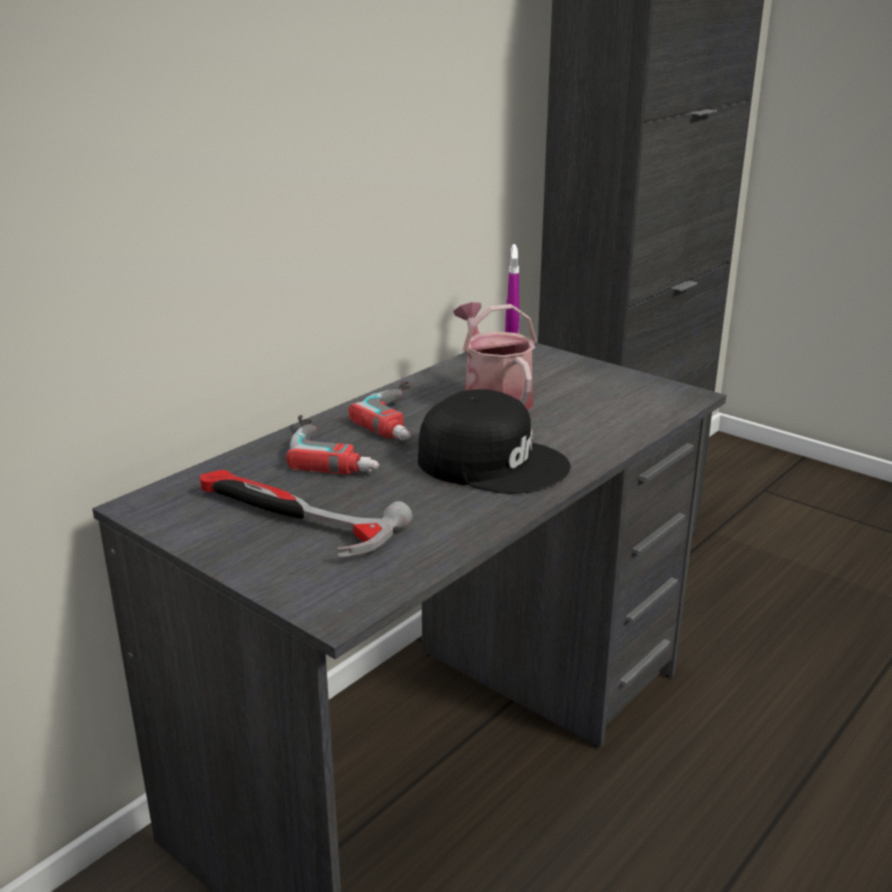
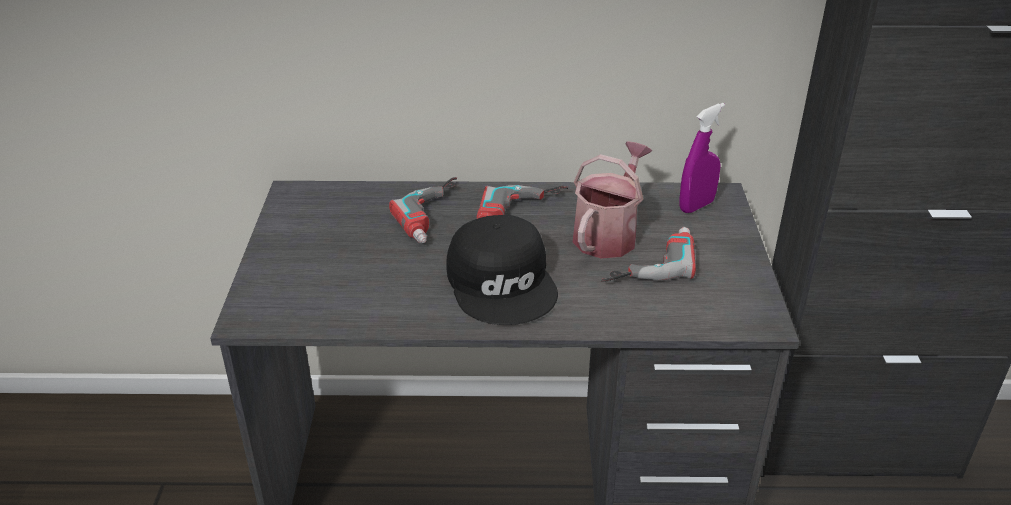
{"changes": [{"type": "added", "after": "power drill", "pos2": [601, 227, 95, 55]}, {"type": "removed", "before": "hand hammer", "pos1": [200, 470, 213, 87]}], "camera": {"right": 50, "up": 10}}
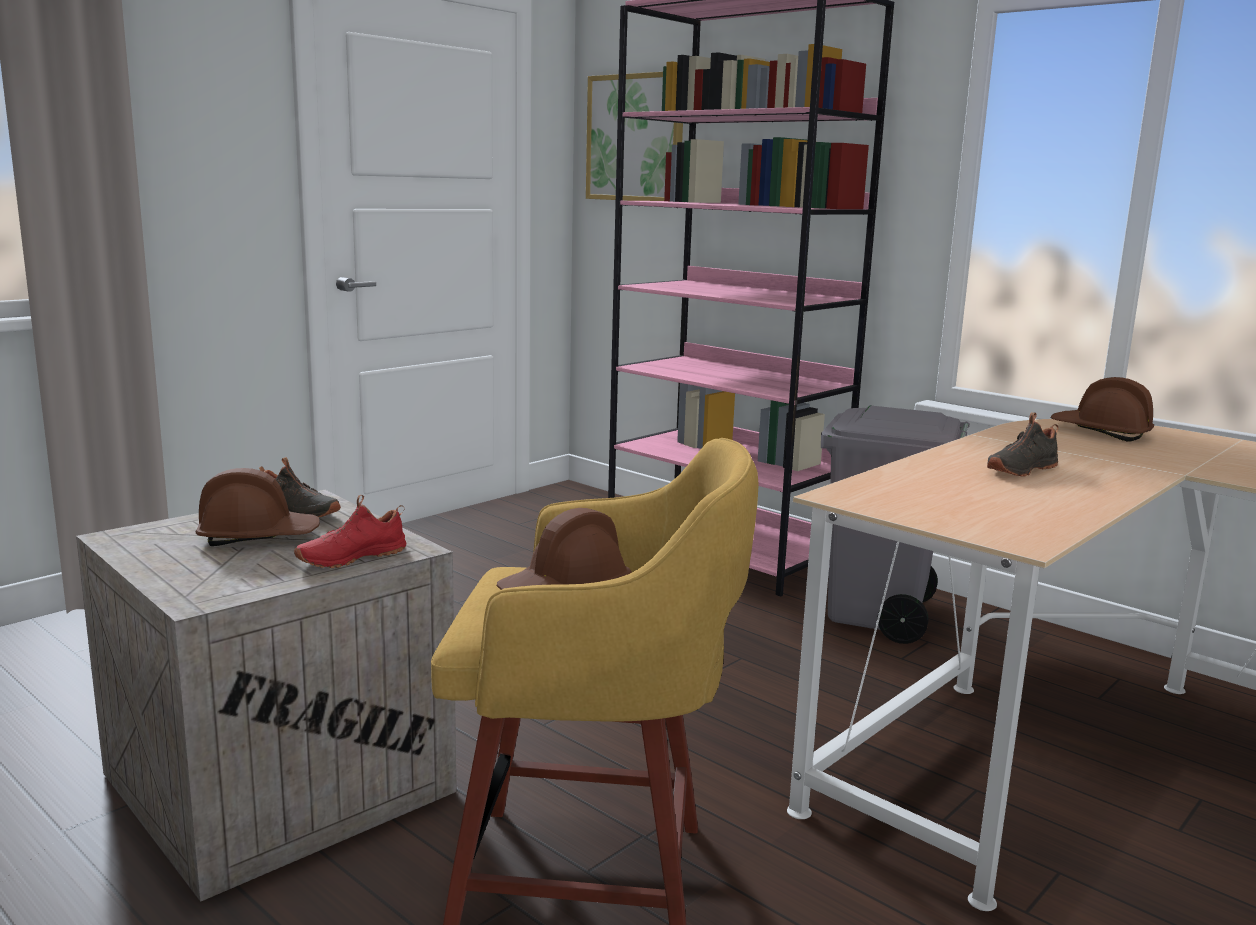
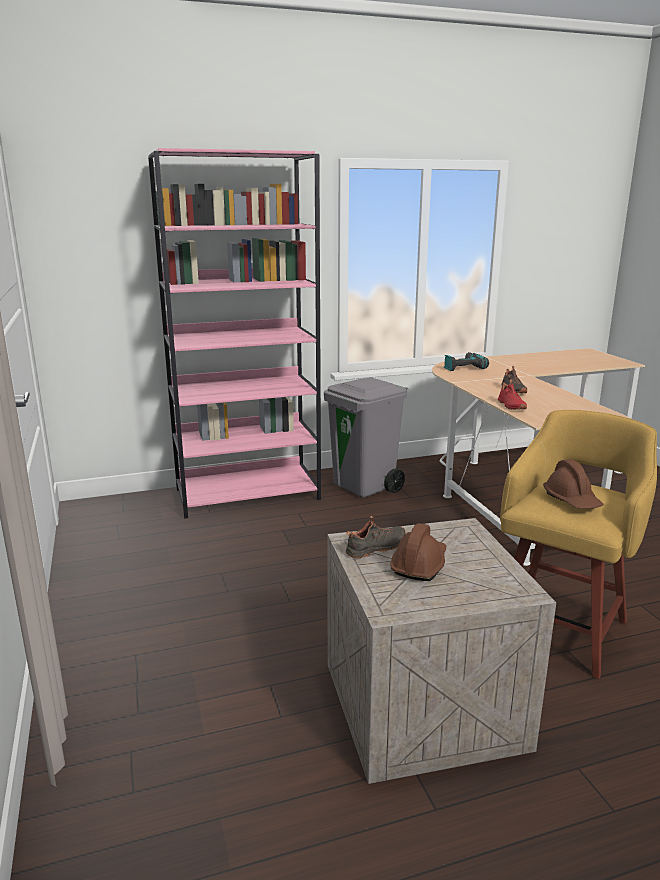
{"changes": [{"type": "replaced", "before": "safety helmet (brown-coloured)", "after": "power drill", "pos1": [1051, 377, 103, 65], "pos2": [444, 352, 45, 19]}, {"type": "moved", "before": "item of footwear (reddish)", "pos1": [294, 494, 112, 74], "pos2": [498, 380, 29, 30]}, {"type": "removed", "before": "wall art", "pos1": [586, 72, 97, 129]}], "camera": {"right": -60, "up": 5}}
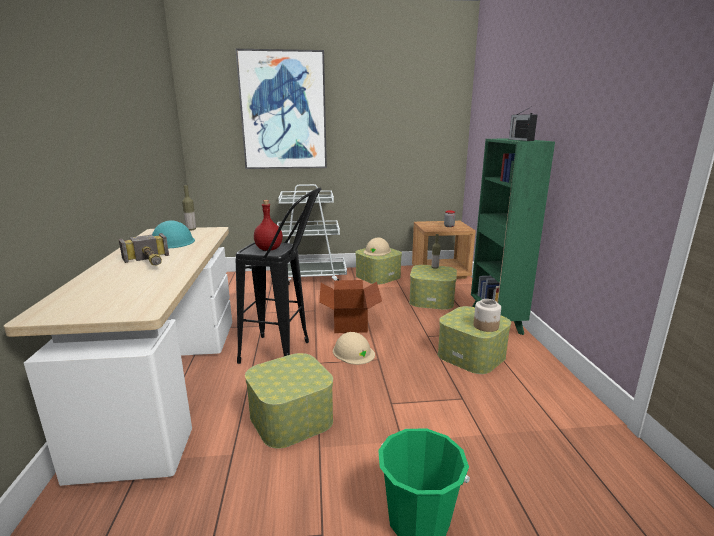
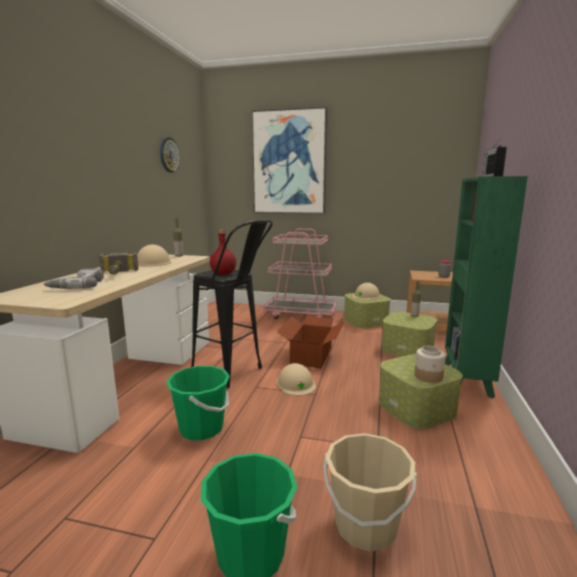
{"changes": [{"type": "added", "after": "power drill", "pos2": [44, 268, 60, 21]}, {"type": "recoloured", "before": "safety helmet (turquoise)", "after": "safety helmet (beige-coloured)", "pos1": [152, 221, 43, 28], "pos2": [137, 245, 35, 22]}, {"type": "added", "after": "clock on the wall", "pos2": [160, 137, 20, 36]}, {"type": "replaced", "before": "storage container", "after": "bucket (greenish)", "pos1": [245, 353, 88, 96], "pos2": [166, 366, 64, 74]}, {"type": "recoloured", "before": "trolley (white-coloured)", "after": "trolley (pinkish)", "pos1": [277, 184, 70, 101], "pos2": [263, 229, 74, 90]}, {"type": "added", "after": "bucket (beige-coloured)", "pos2": [323, 433, 94, 119]}], "camera": {"right": 20, "up": -5}}
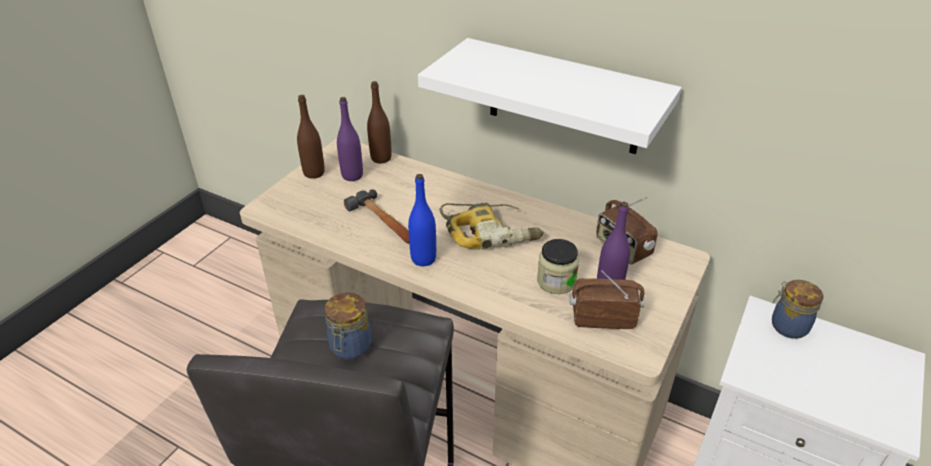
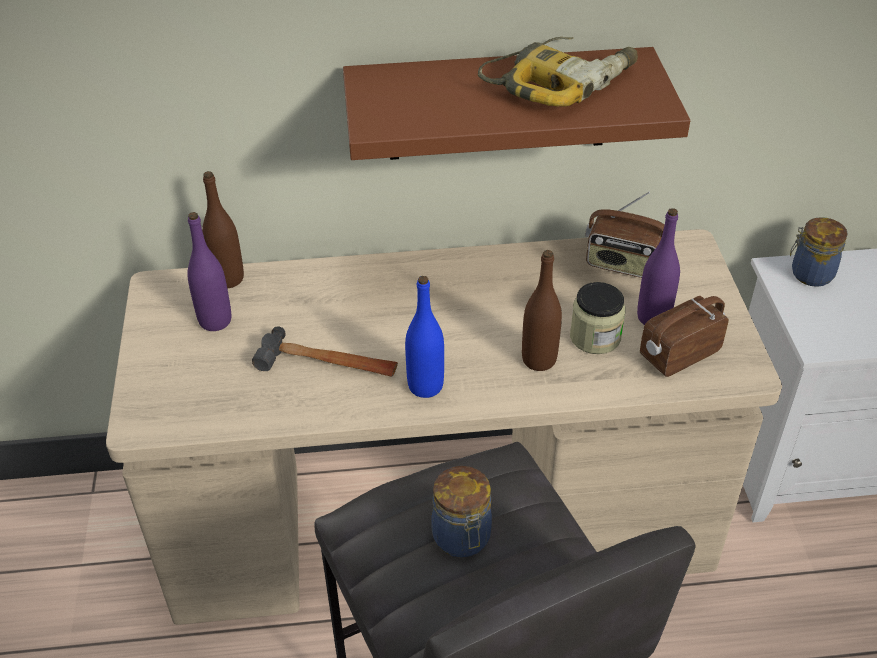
{"changes": [{"type": "recoloured", "before": "bracket shelf (white-coloured)", "after": "bracket shelf (brown-coloured)", "pos1": [418, 38, 264, 116], "pos2": [343, 47, 347, 113]}, {"type": "moved", "before": "power drill", "pos1": [439, 203, 105, 46], "pos2": [478, 37, 160, 70]}, {"type": "moved", "before": "beverage bottle (brown-coloured)", "pos1": [297, 95, 28, 84], "pos2": [522, 250, 40, 121]}], "camera": {"right": -35, "up": 5}}
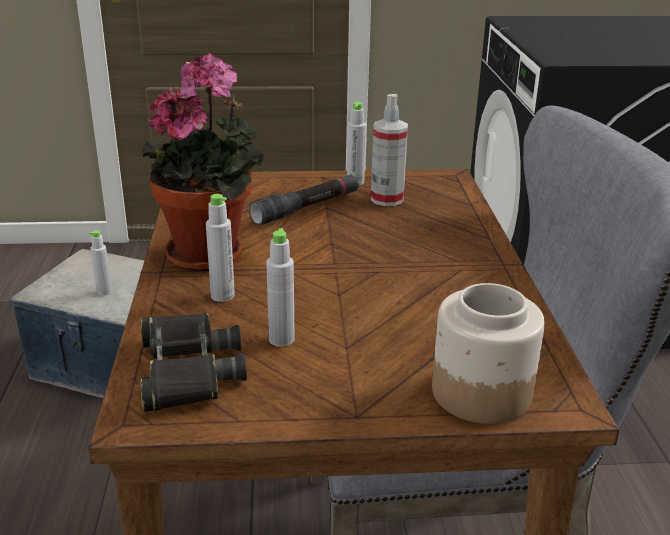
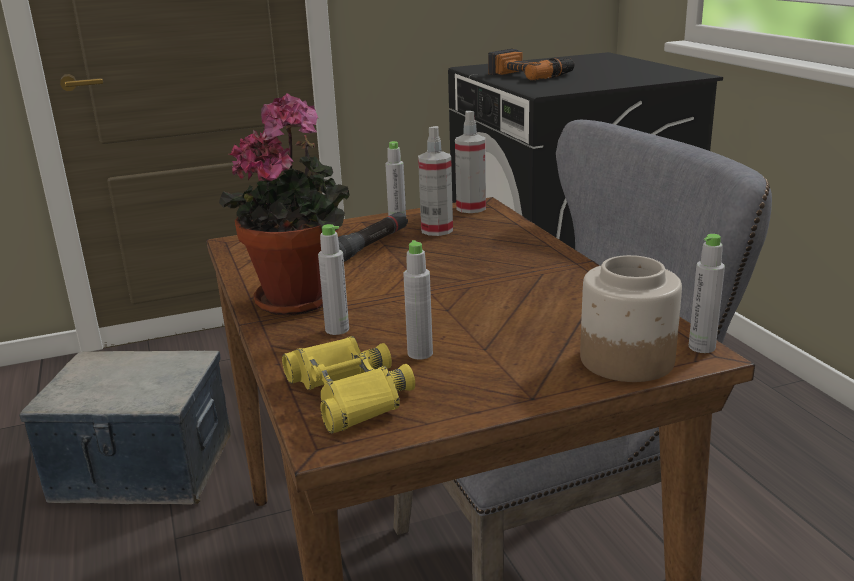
{"changes": [{"type": "recoloured", "before": "pair of binoculars (blackish)", "after": "pair of binoculars (yellowish)", "pos1": [141, 312, 106, 100], "pos2": [282, 336, 133, 98]}, {"type": "added", "after": "sprayer", "pos2": [455, 111, 31, 102]}, {"type": "added", "after": "power drill", "pos2": [488, 49, 87, 32]}, {"type": "moved", "before": "beverage bottle (gray)", "pos1": [89, 230, 23, 66], "pos2": [689, 234, 36, 119]}], "camera": {"right": -15, "up": -5}}
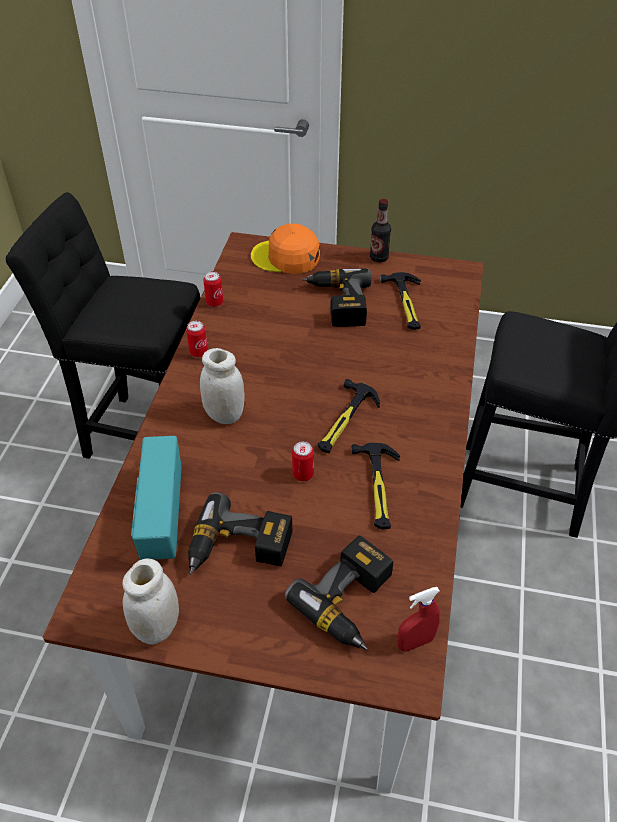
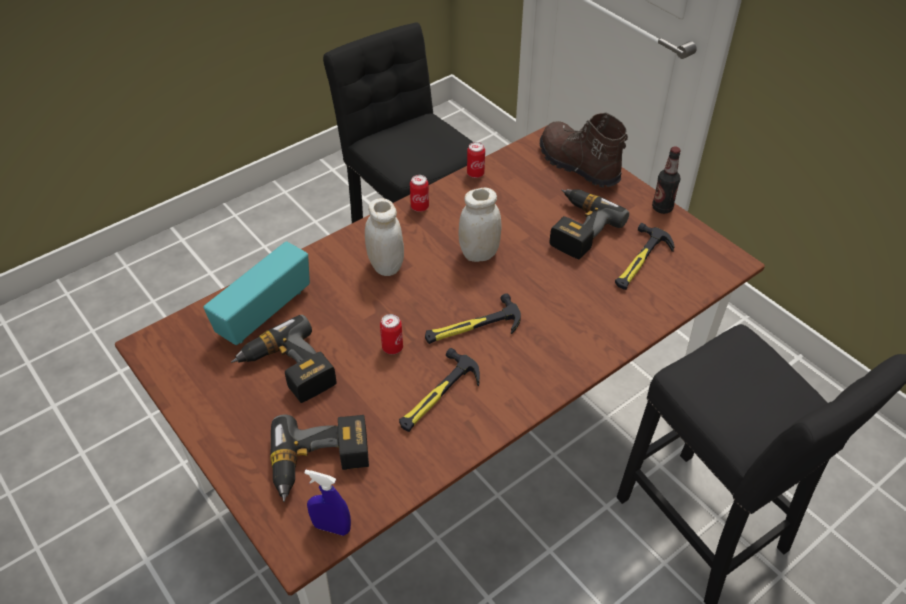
{"changes": [{"type": "recoloured", "before": "sprayer (reddish)", "after": "sprayer (blue)", "pos1": [397, 587, 43, 65], "pos2": [304, 470, 47, 66]}, {"type": "moved", "before": "jar (white-coloured)", "pos1": [123, 558, 56, 87], "pos2": [459, 188, 42, 74]}, {"type": "replaced", "before": "cap (orange)", "after": "high-top boot (brown-coloured)", "pos1": [251, 224, 69, 50], "pos2": [540, 112, 88, 76]}], "camera": {"right": 40, "up": 0}}
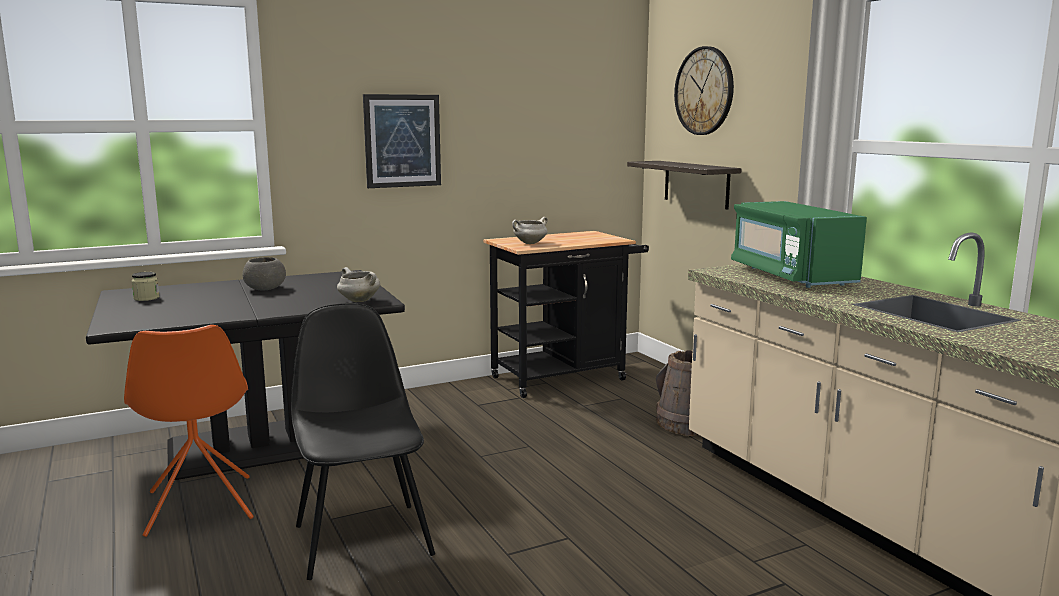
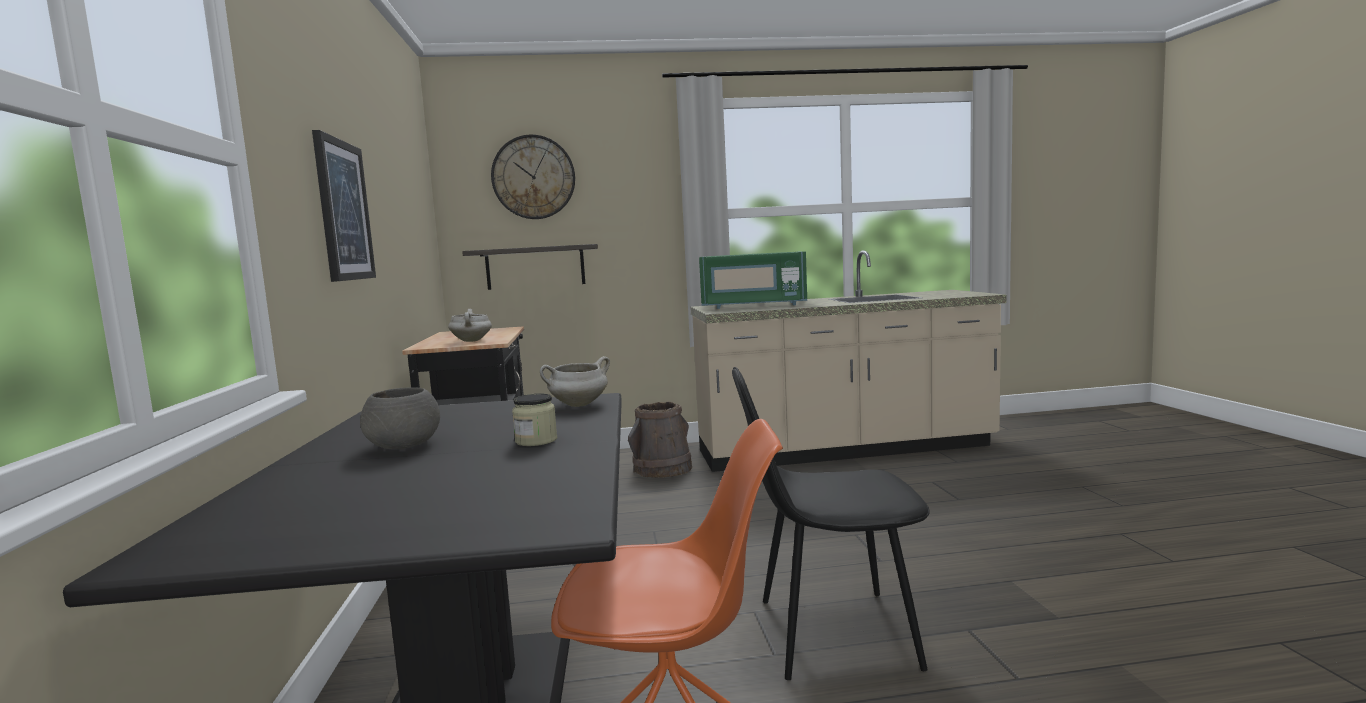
{"changes": [{"type": "moved", "before": "jar", "pos1": [131, 272, 29, 29], "pos2": [512, 393, 45, 53]}], "camera": {"right": -70, "up": -5}}
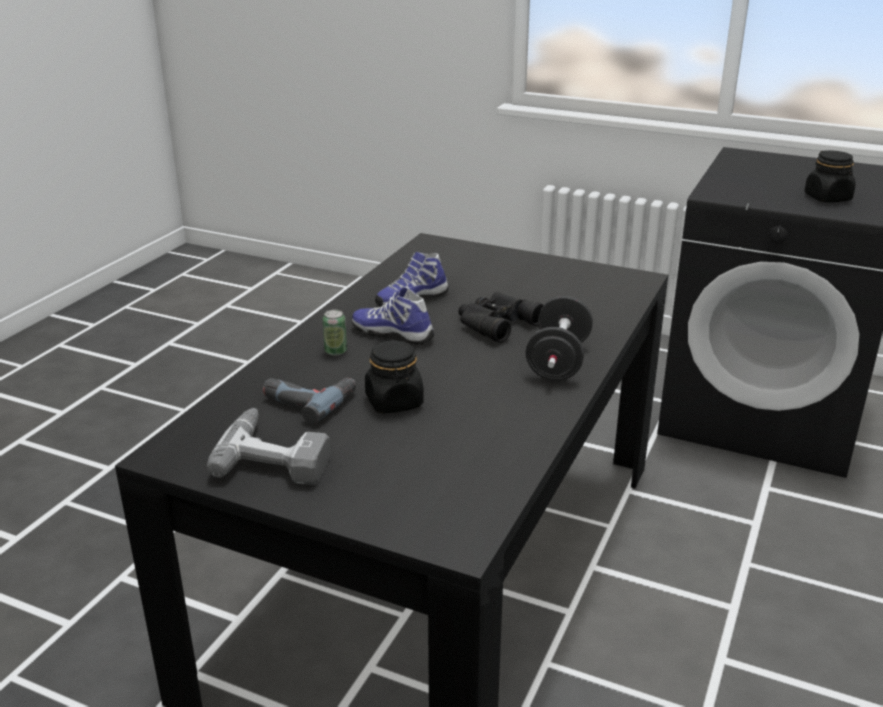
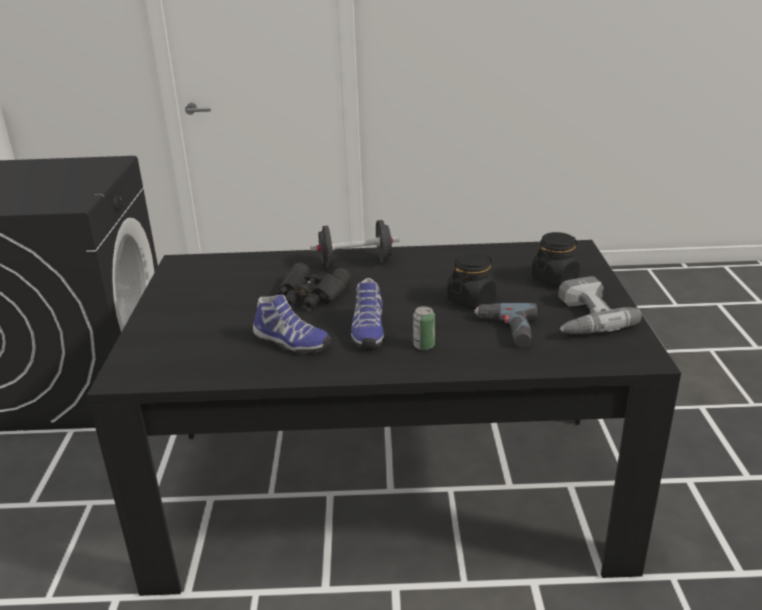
{"changes": [{"type": "moved", "before": "jar (blackish)", "pos1": [804, 150, 52, 52], "pos2": [531, 232, 49, 55]}], "camera": {"right": -115, "up": 0}}
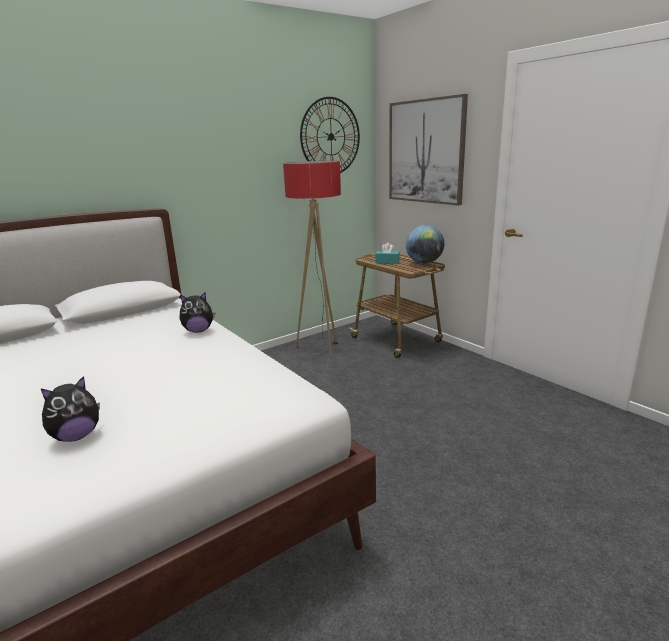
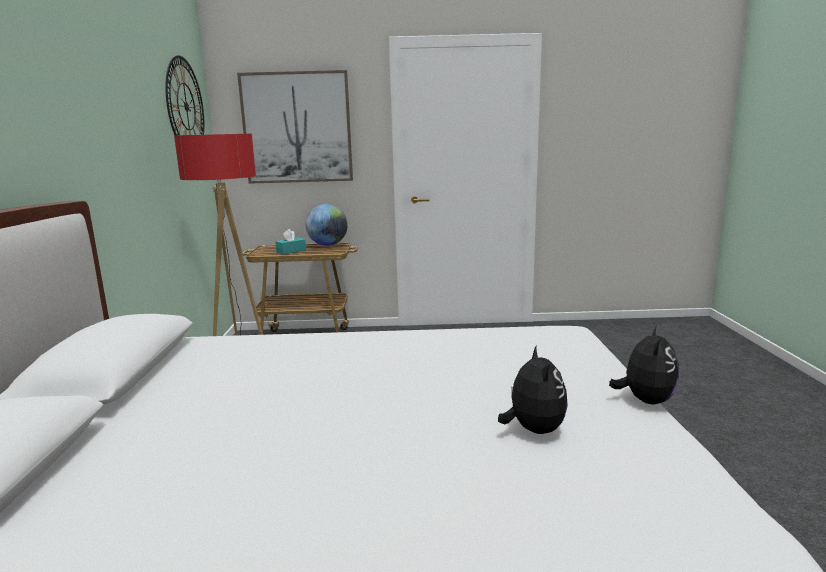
{"changes": [{"type": "moved", "before": "soft toy", "pos1": [180, 292, 35, 41], "pos2": [609, 325, 70, 79]}], "camera": {"right": -55, "up": -5}}
